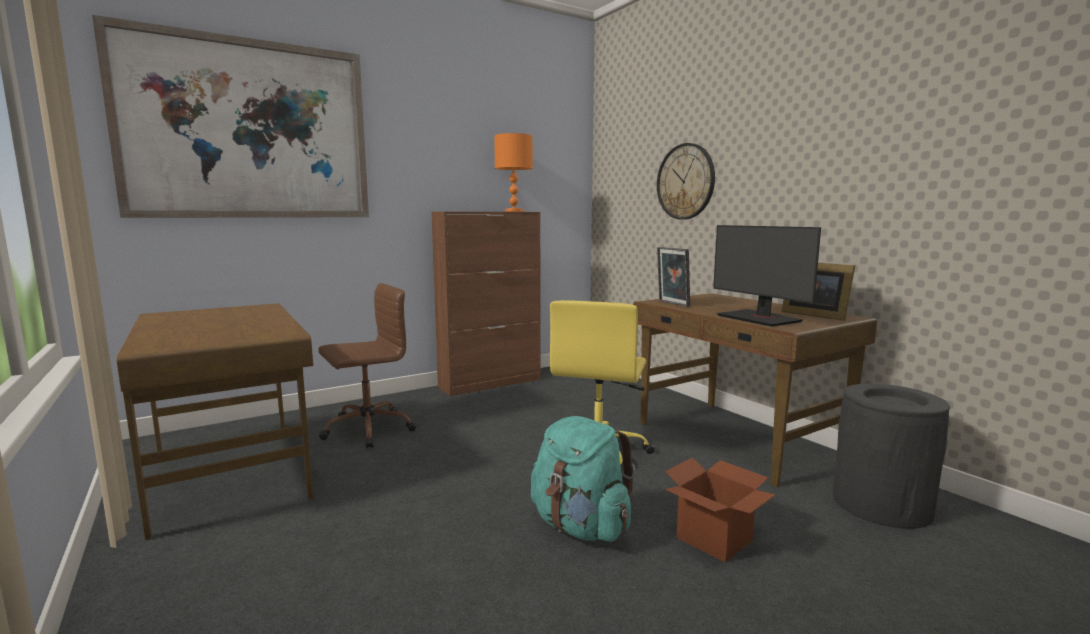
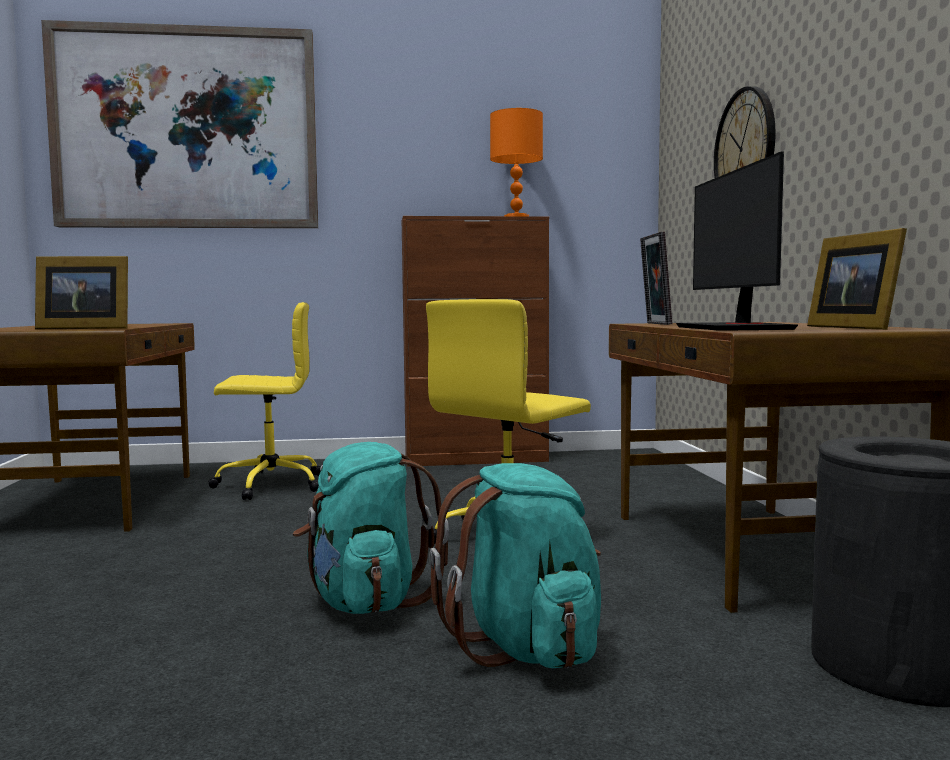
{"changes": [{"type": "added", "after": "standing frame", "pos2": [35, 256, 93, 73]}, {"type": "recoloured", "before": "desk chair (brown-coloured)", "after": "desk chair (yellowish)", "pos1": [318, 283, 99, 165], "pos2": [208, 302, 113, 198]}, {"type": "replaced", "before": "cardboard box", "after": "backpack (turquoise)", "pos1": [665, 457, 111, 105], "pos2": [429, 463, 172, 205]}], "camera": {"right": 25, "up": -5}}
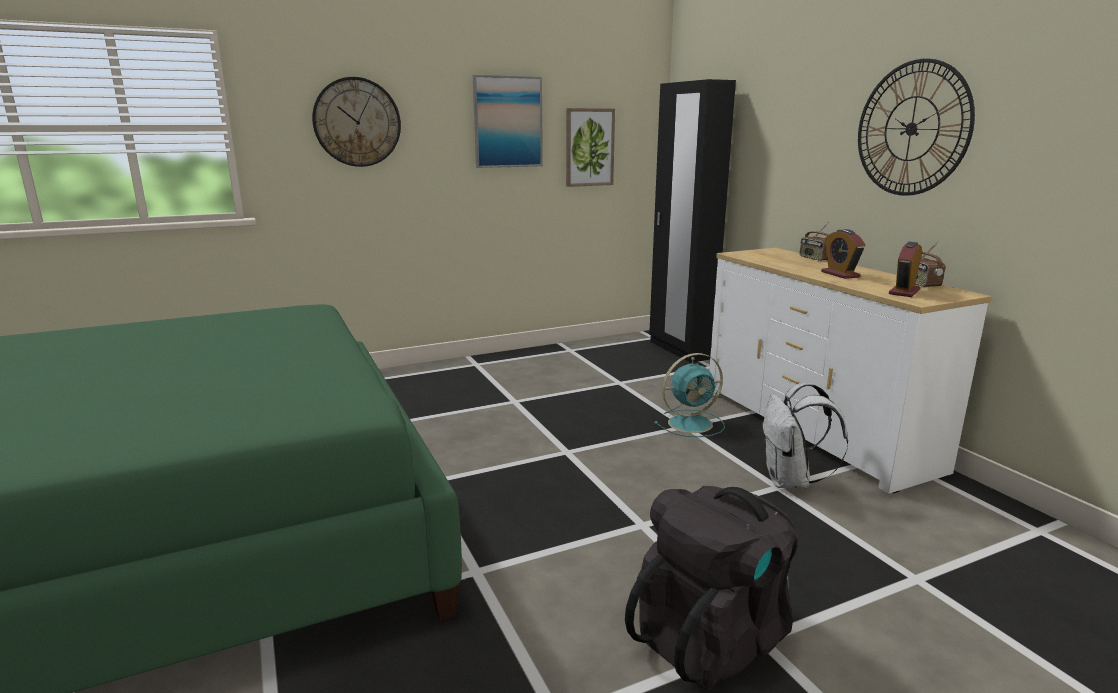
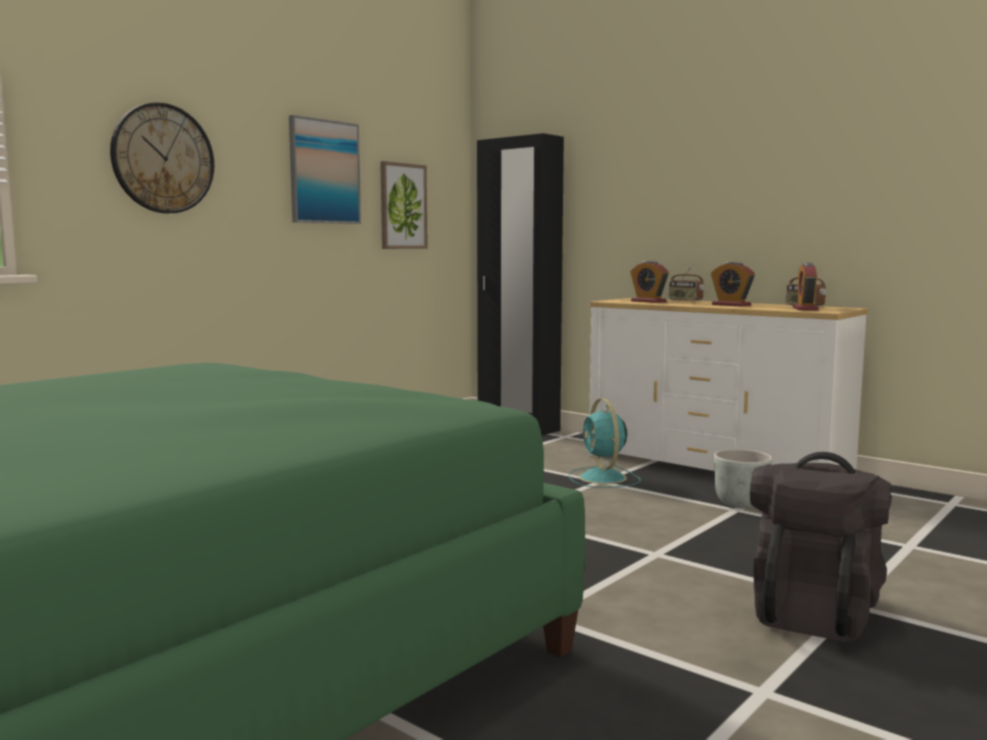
{"changes": [{"type": "turned", "before": "electric fan (turquoise)", "pos1": [654, 353, 71, 84], "pos2": [569, 398, 72, 90], "turn": 120}, {"type": "added", "after": "table clock", "pos2": [630, 261, 39, 42]}, {"type": "replaced", "before": "backpack (white-coloured)", "after": "plant pot (gray)", "pos1": [763, 383, 85, 106], "pos2": [714, 449, 59, 60]}, {"type": "removed", "before": "clock on the wall", "pos1": [858, 58, 117, 138]}], "camera": {"right": -25, "up": -10}}
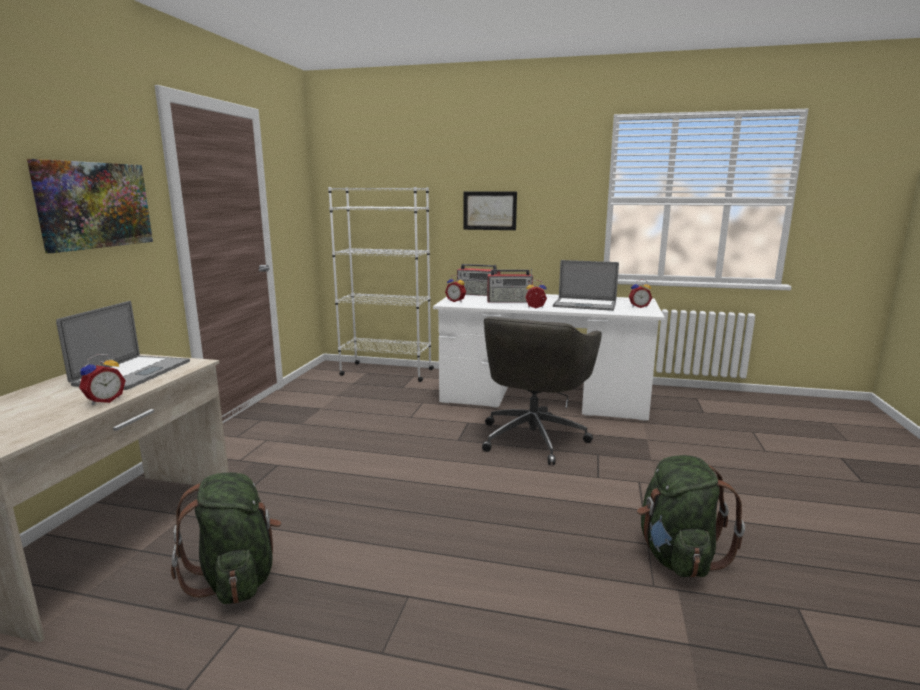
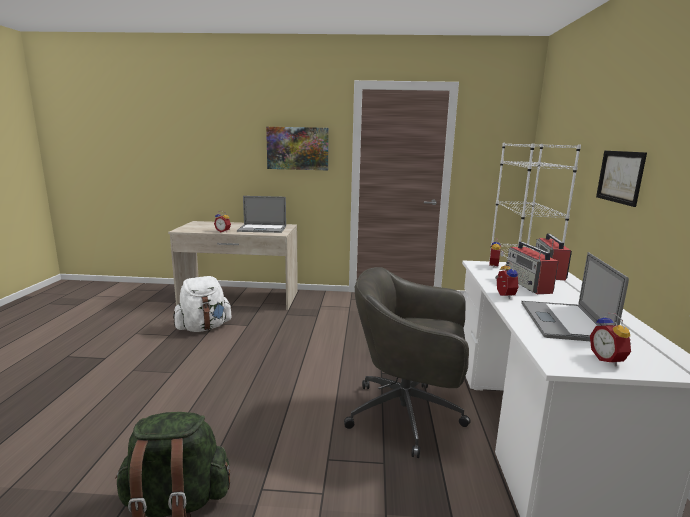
{"changes": [{"type": "recoloured", "before": "backpack (greenish)", "after": "backpack (white-coloured)", "pos1": [171, 472, 110, 132], "pos2": [173, 276, 59, 56]}], "camera": {"right": 80, "up": 0}}
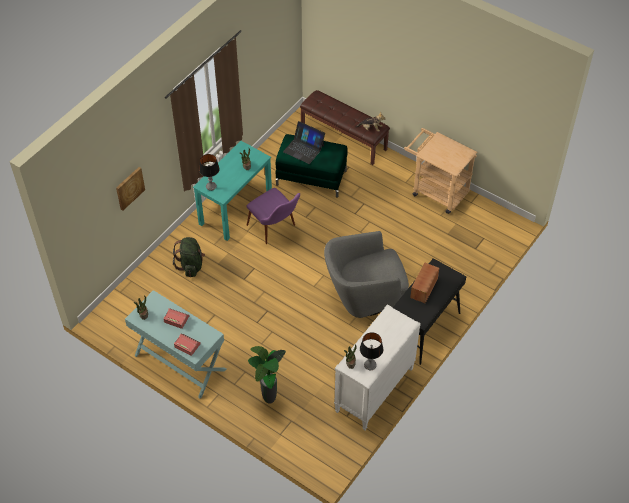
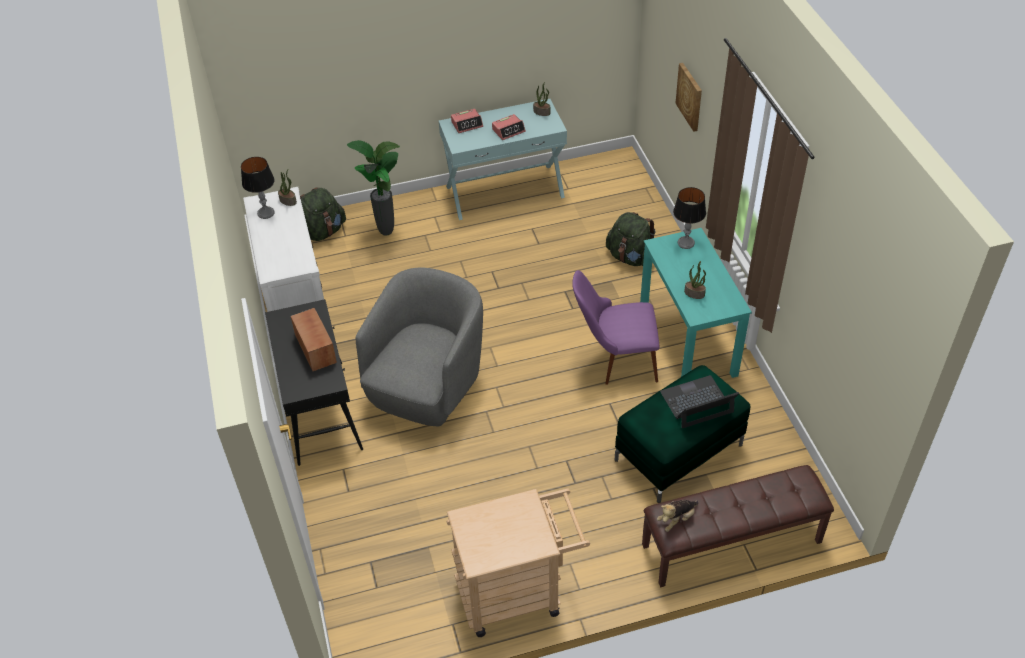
{"changes": [{"type": "added", "after": "backpack (greenish)", "pos2": [300, 187, 46, 54]}], "camera": {"right": 130, "up": -5}}
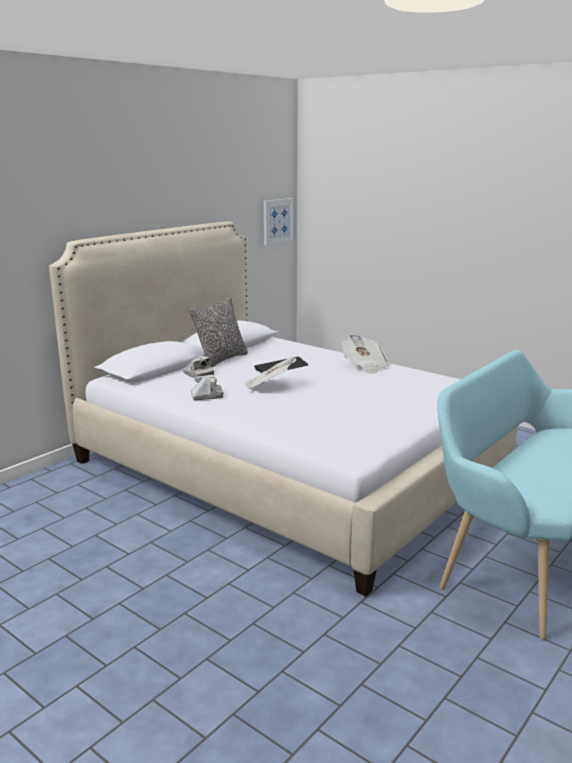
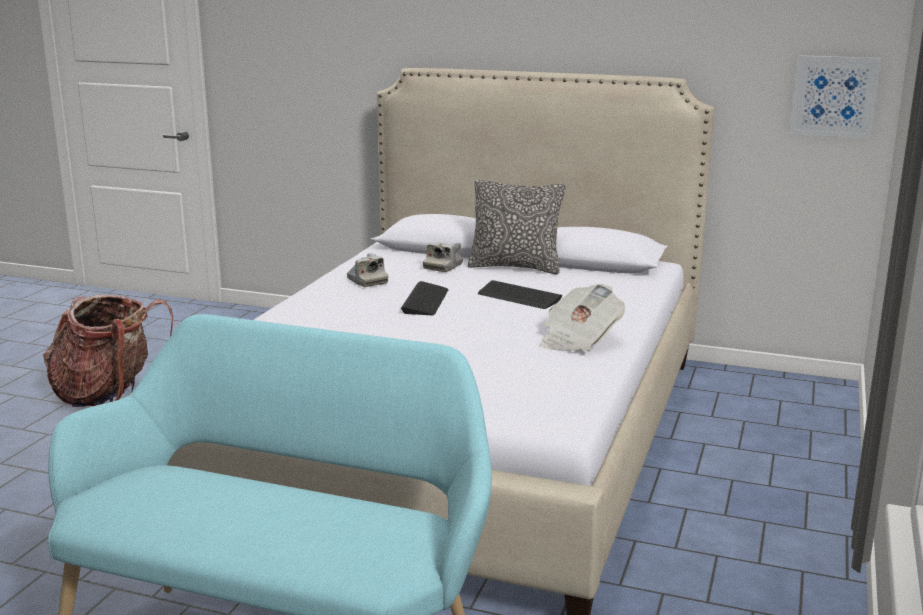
{"changes": [{"type": "added", "after": "backpack", "pos2": [43, 294, 130, 113]}, {"type": "replaced", "before": "newspaper", "after": "computer keyboard", "pos1": [245, 357, 51, 32], "pos2": [401, 281, 48, 34]}], "camera": {"right": 70, "up": 0}}
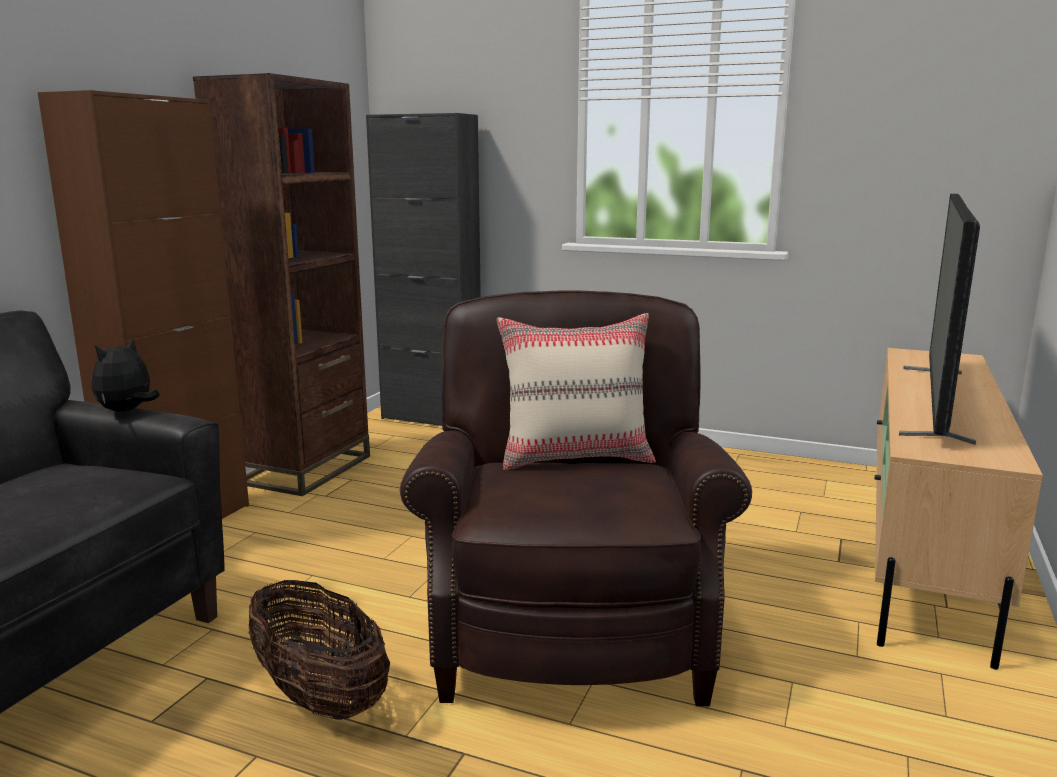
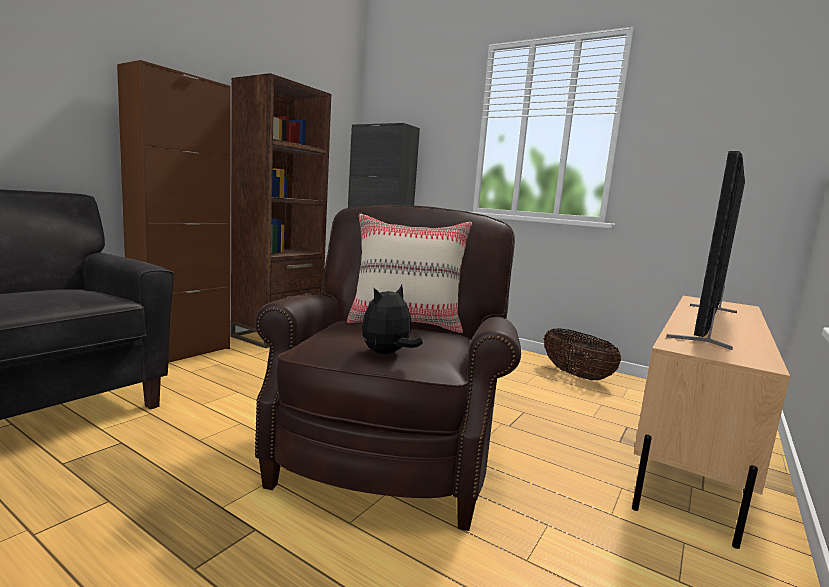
{"changes": [{"type": "moved", "before": "soft toy", "pos1": [92, 338, 68, 74], "pos2": [362, 285, 61, 69]}, {"type": "moved", "before": "basket", "pos1": [249, 579, 141, 141], "pos2": [543, 328, 78, 52]}], "camera": {"right": 10, "up": -5}}
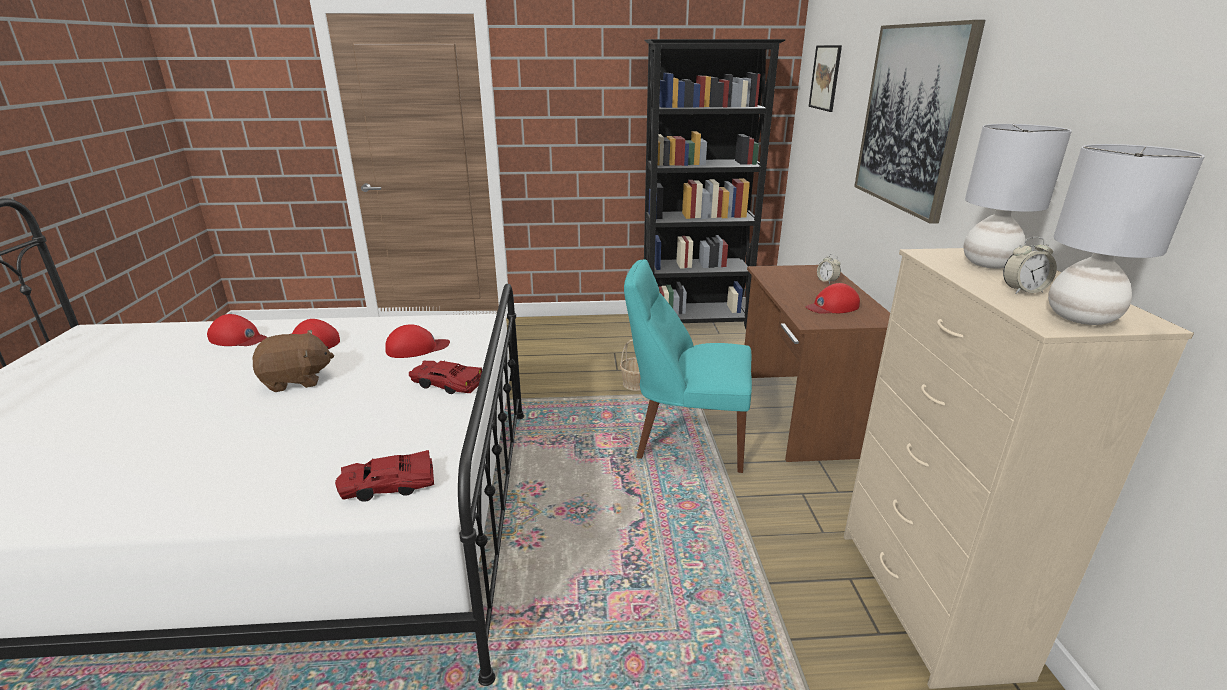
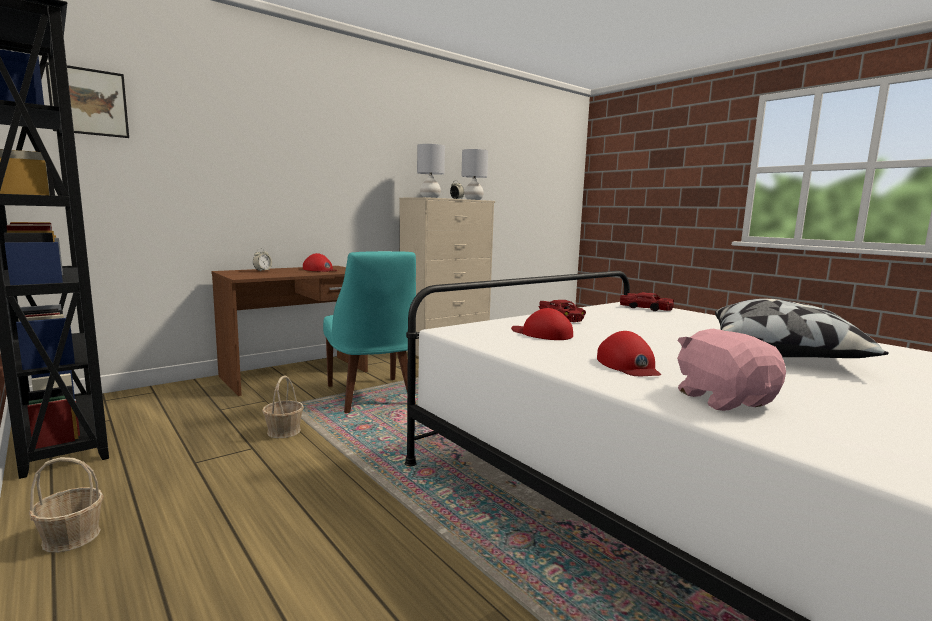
{"changes": [{"type": "added", "after": "basket", "pos2": [29, 457, 75, 96]}, {"type": "replaced", "before": "cap (reddish)", "after": "soft toy (pinkish)", "pos1": [207, 314, 60, 32], "pos2": [677, 329, 109, 82]}, {"type": "added", "after": "cushion", "pos2": [715, 299, 174, 59]}, {"type": "removed", "before": "soft toy (brown-coloured)", "pos1": [253, 330, 81, 62]}, {"type": "removed", "before": "wall art", "pos1": [854, 20, 131, 204]}], "camera": {"right": -125, "up": -15}}
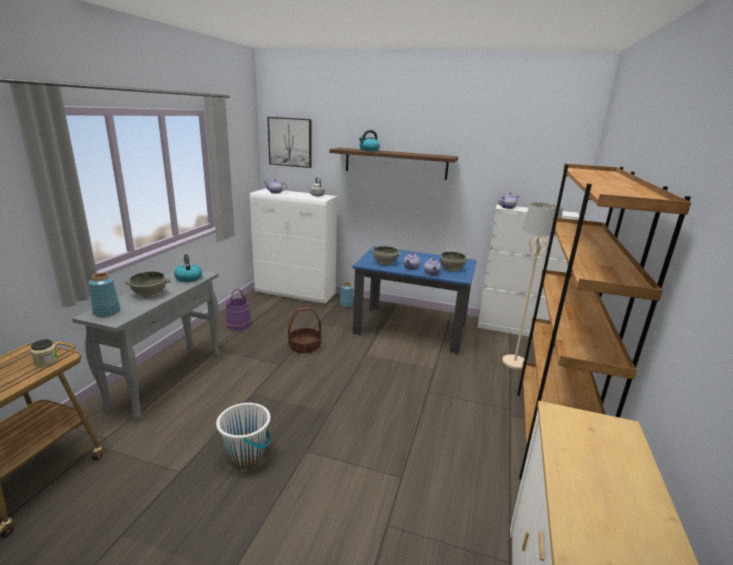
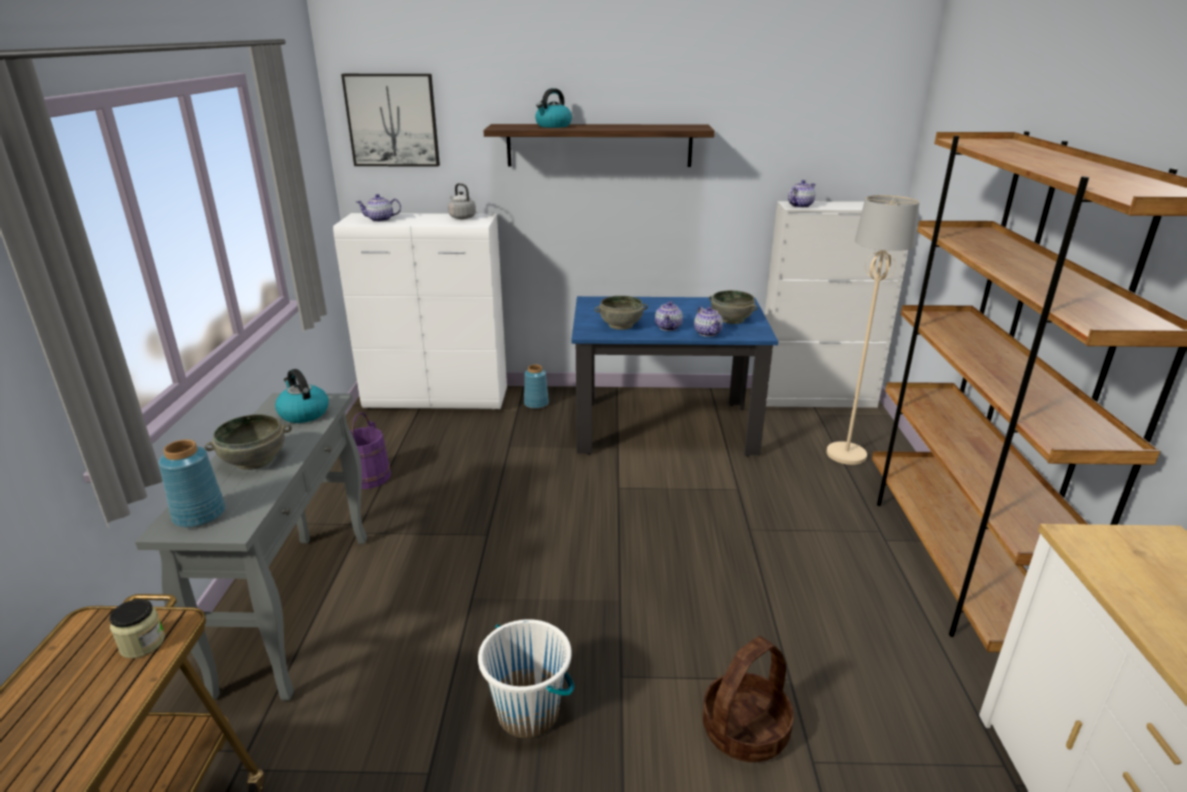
{"changes": [{"type": "moved", "before": "basket", "pos1": [288, 307, 33, 46], "pos2": [702, 636, 92, 126]}], "camera": {"right": -15, "up": 5}}
